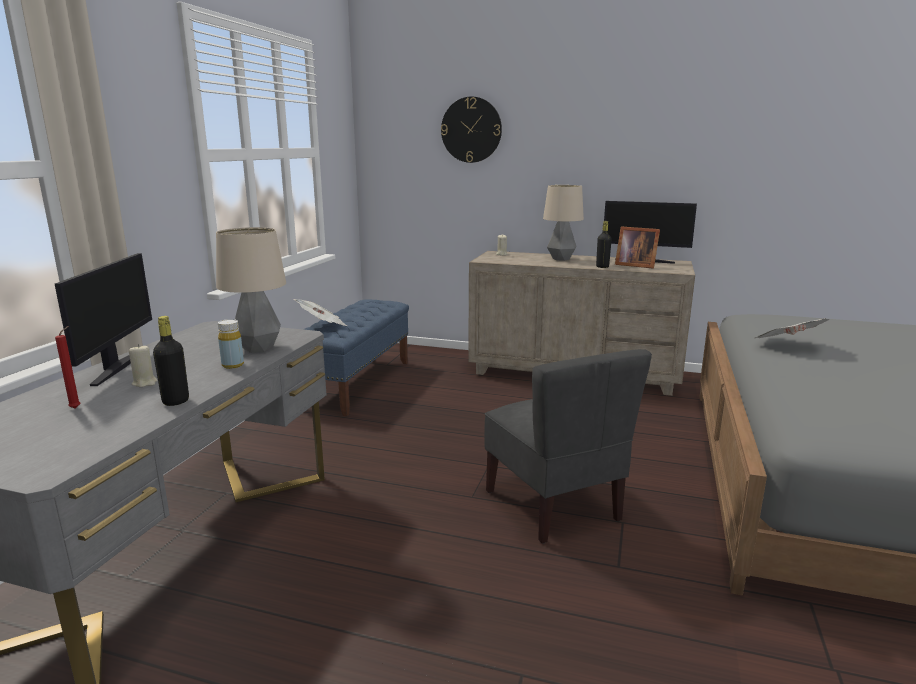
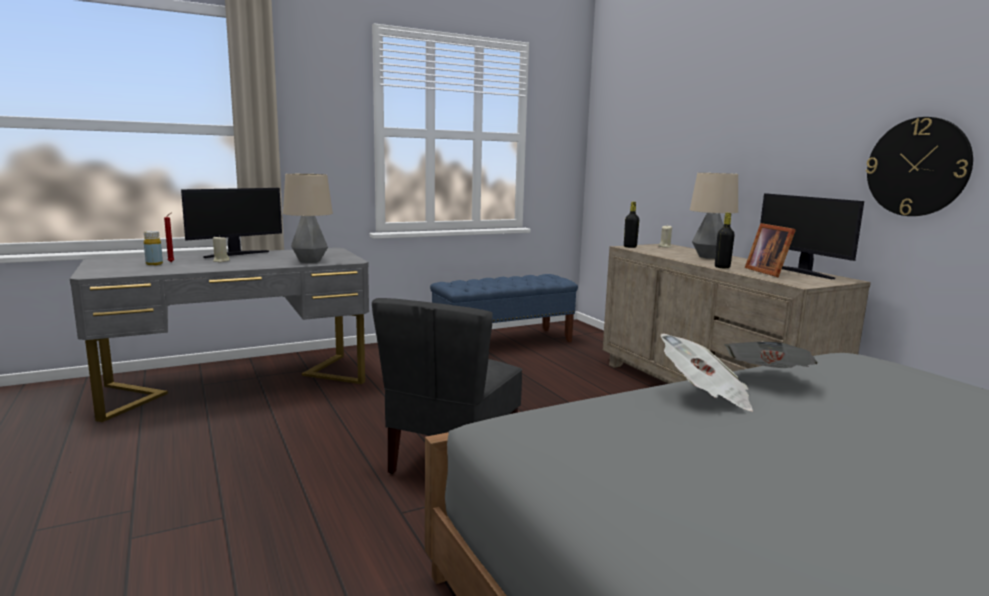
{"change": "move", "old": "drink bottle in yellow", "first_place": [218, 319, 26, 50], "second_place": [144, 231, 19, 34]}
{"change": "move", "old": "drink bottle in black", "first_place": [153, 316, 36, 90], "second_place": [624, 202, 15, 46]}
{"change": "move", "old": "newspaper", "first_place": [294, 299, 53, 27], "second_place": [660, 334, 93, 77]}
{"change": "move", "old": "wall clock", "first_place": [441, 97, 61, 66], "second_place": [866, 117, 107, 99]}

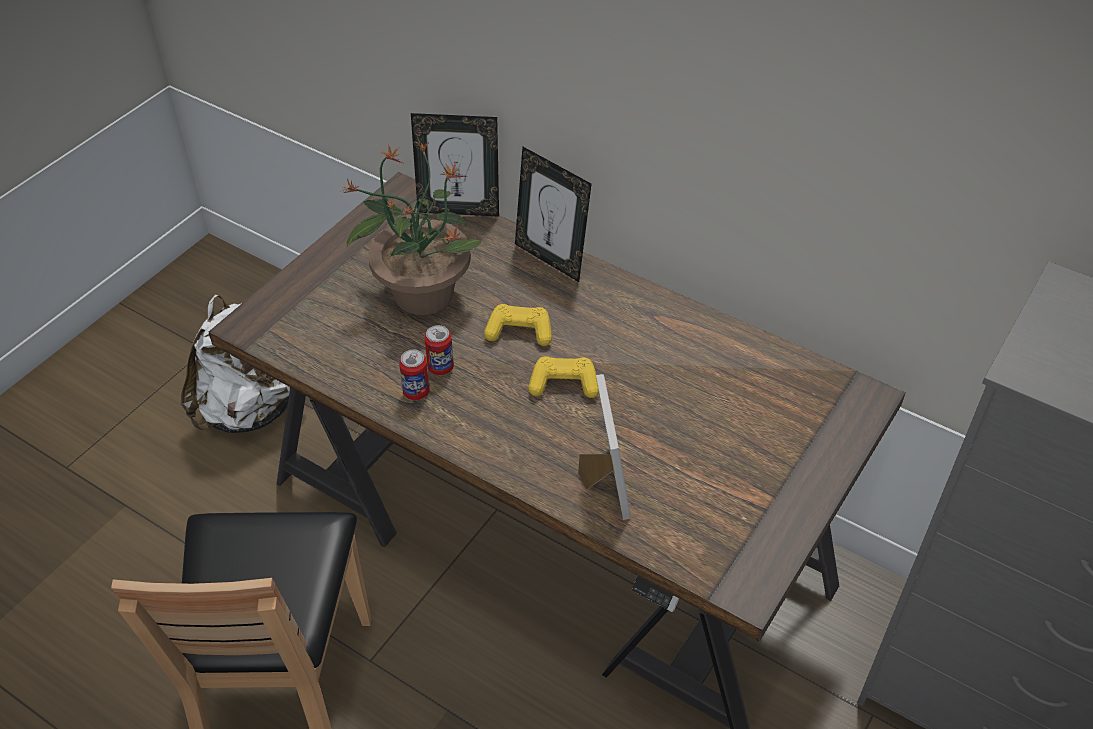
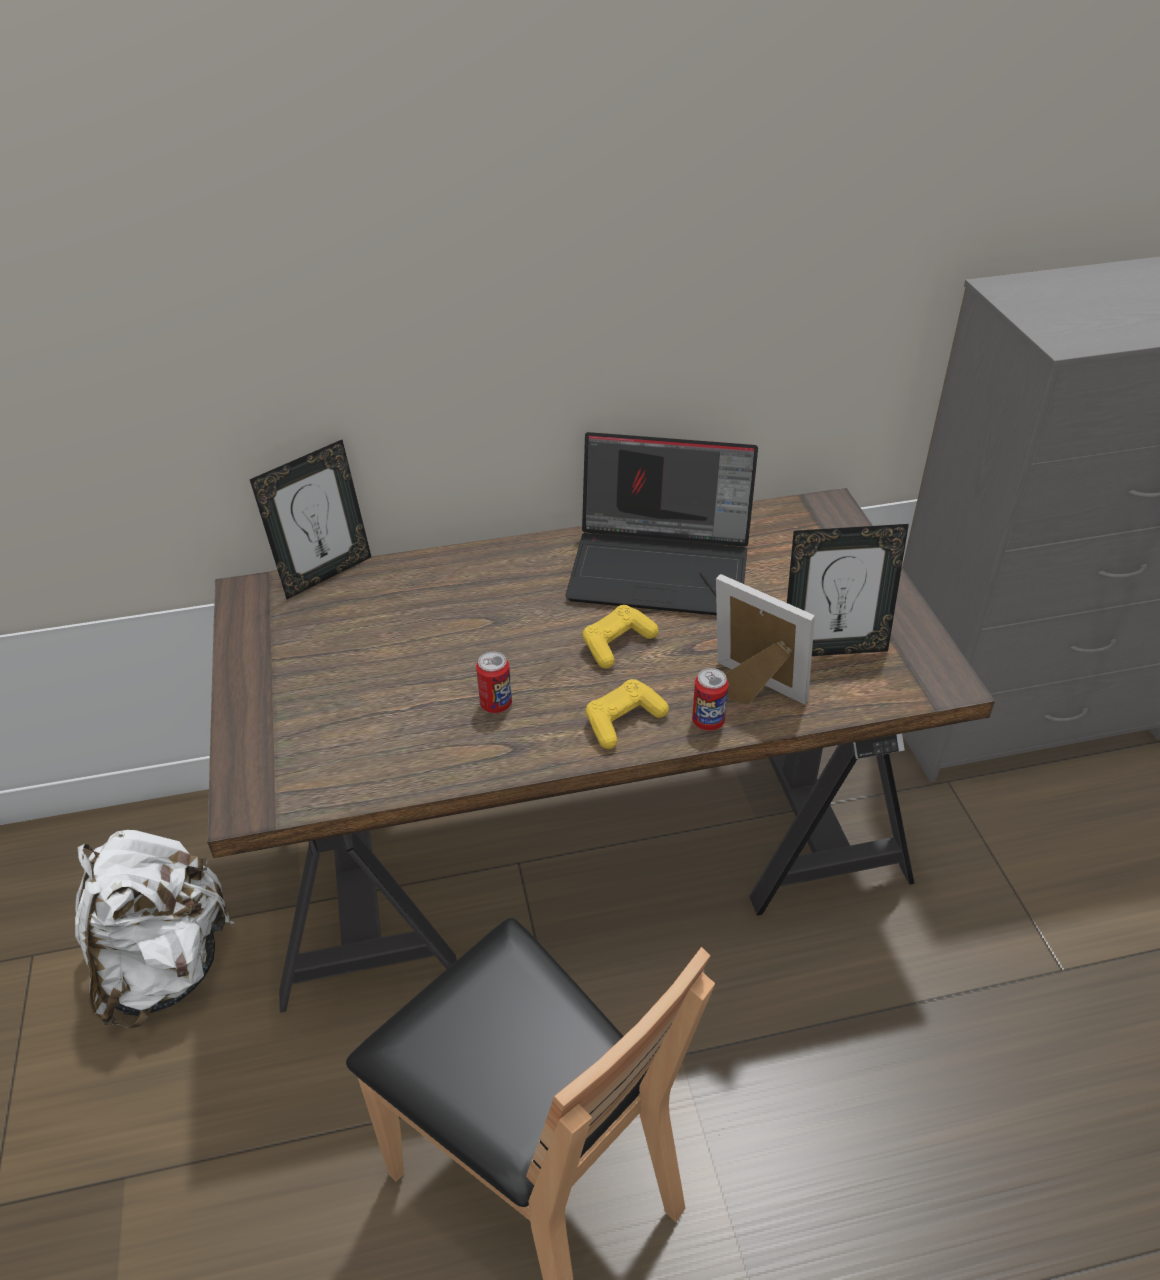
{"change": "insert", "new": "portable computer", "second_place": [566, 432, 192, 183]}
{"change": "move", "old": "gamepad in yellow", "first_place": [484, 304, 68, 42], "second_place": [586, 679, 83, 70]}
{"change": "move", "old": "metal can", "first_place": [399, 349, 31, 51], "second_place": [692, 668, 37, 63]}
{"change": "move", "old": "standing frame", "first_place": [515, 147, 77, 135], "second_place": [787, 524, 122, 132]}
{"change": "delete", "old": "potted plant", "first_place": [340, 141, 142, 174]}

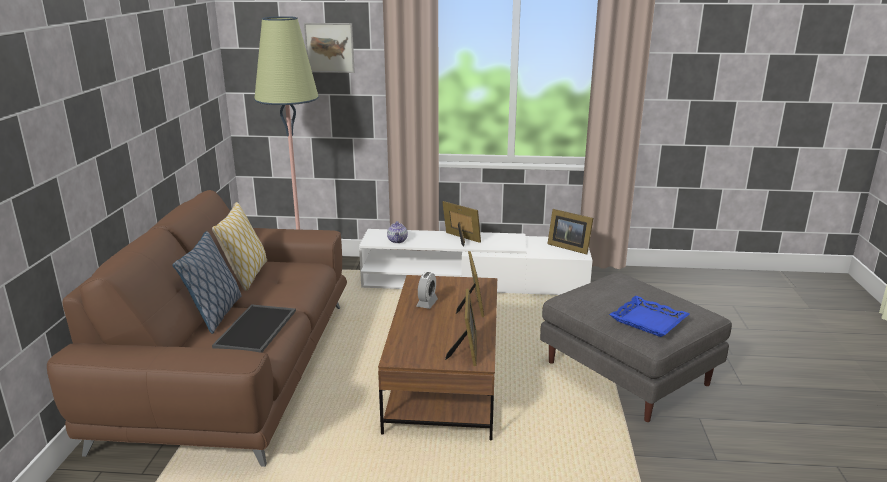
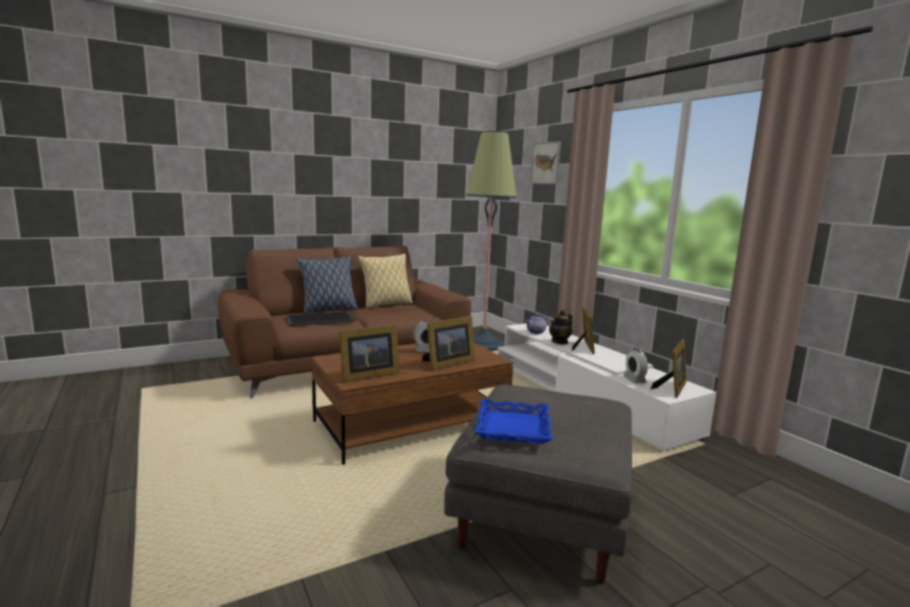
{"change": "insert", "new": "teapot", "second_place": [549, 310, 23, 34]}
{"change": "insert", "new": "table clock", "second_place": [623, 350, 25, 34]}
{"change": "rotate", "old": "standing frame", "first_place": [547, 209, 46, 45], "second_place": [651, 339, 36, 59], "degrees": -150}

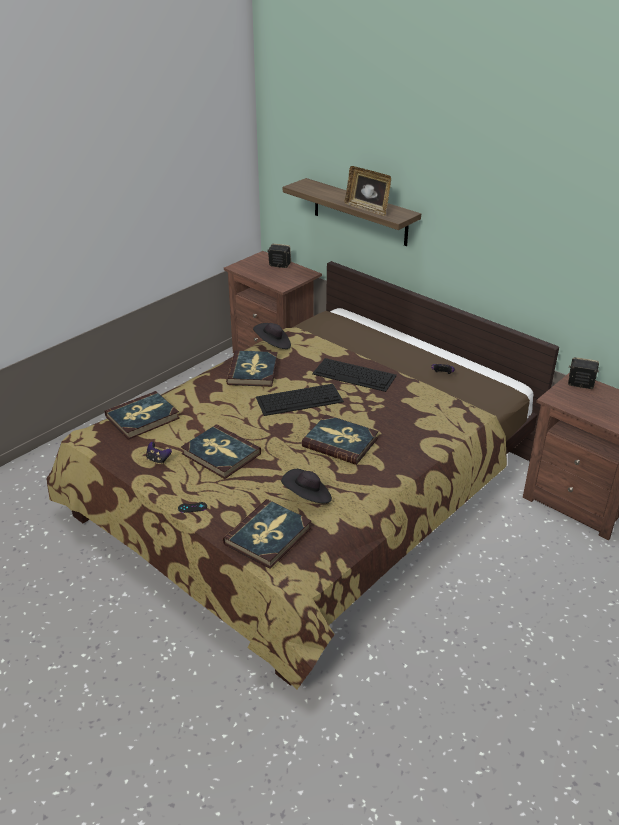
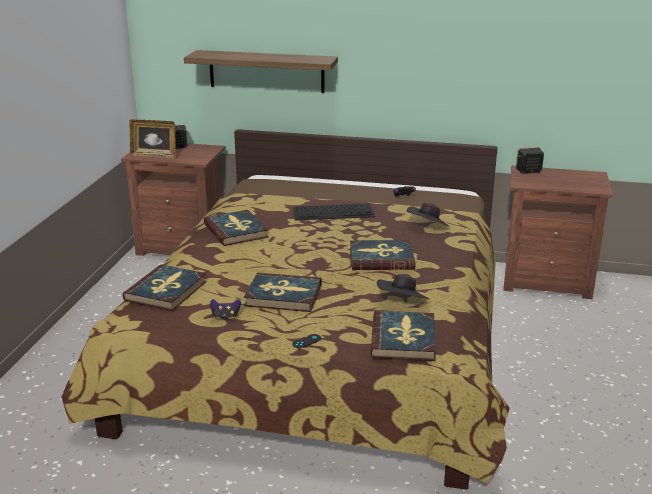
{"change": "move", "old": "standing frame", "first_place": [345, 166, 46, 50], "second_place": [129, 119, 47, 39]}
{"change": "move", "old": "wearable hat in black", "first_place": [253, 323, 38, 26], "second_place": [407, 203, 43, 24]}
{"change": "delete", "old": "computer keyboard", "first_place": [256, 384, 88, 32]}

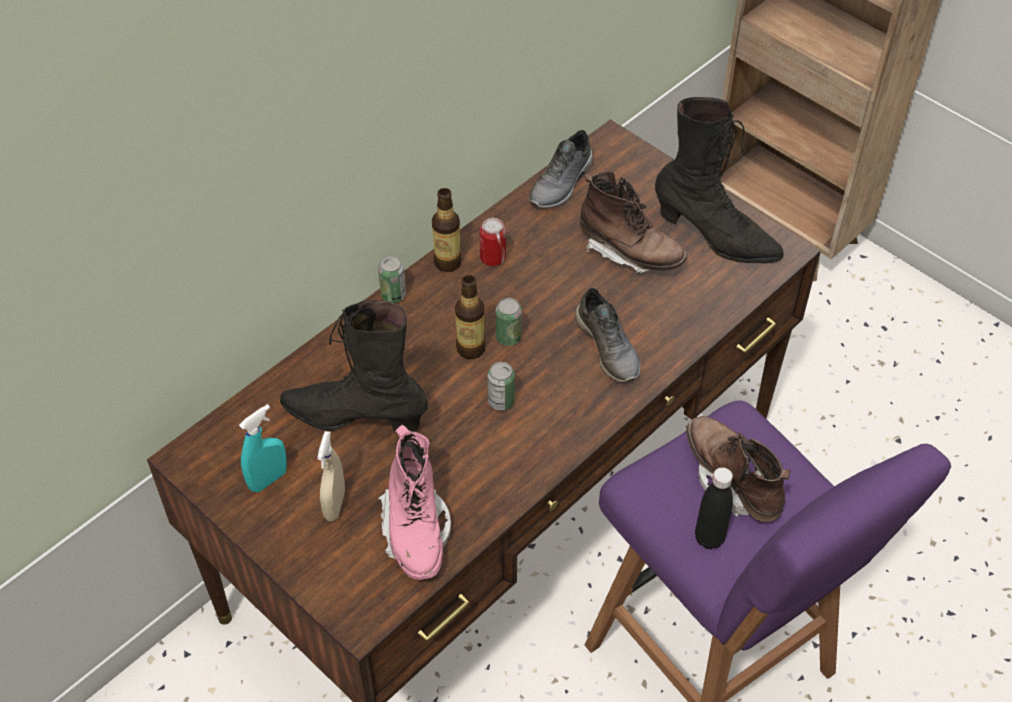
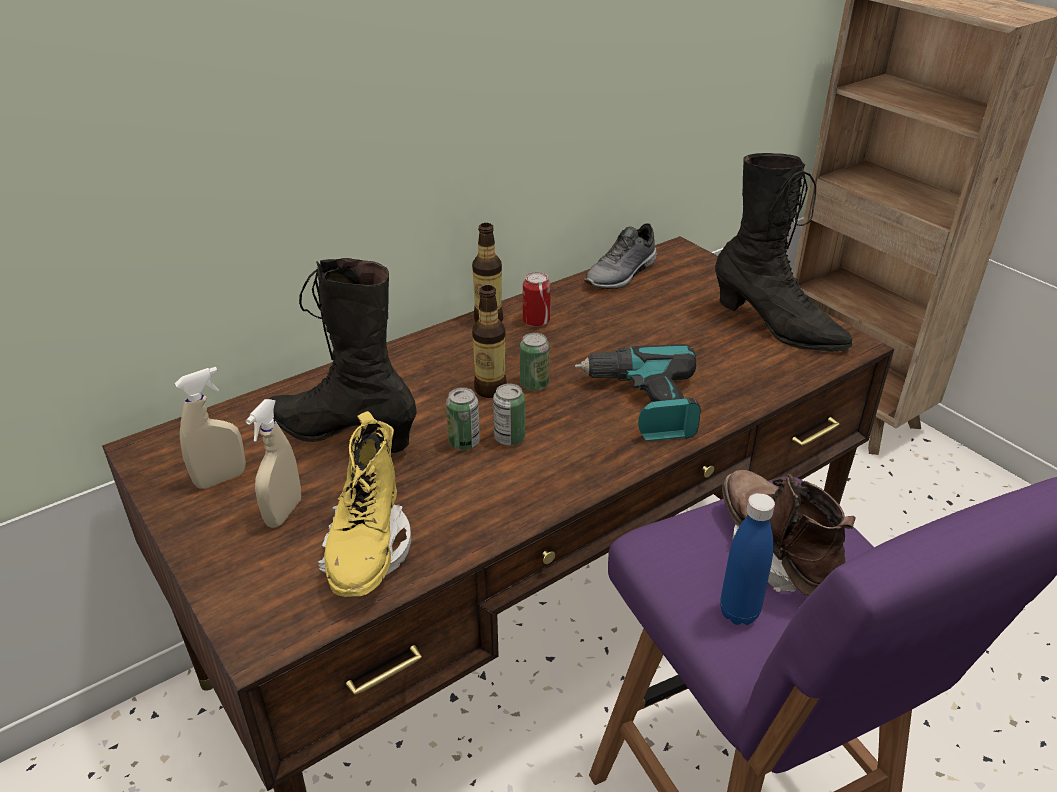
{"change": "recolor", "old": "sprayer in blue-green", "new": "sprayer in beige-coloured", "first_place": [239, 404, 48, 88], "second_place": [175, 367, 71, 122]}
{"change": "recolor", "old": "boot in pinkish", "new": "boot in yellow", "first_place": [378, 425, 73, 155], "second_place": [317, 411, 94, 186]}
{"change": "move", "old": "metal can", "first_place": [378, 256, 28, 47], "second_place": [446, 387, 34, 63]}
{"change": "replace", "old": "low shoe in grey", "new": "drill", "first_place": [575, 287, 65, 96], "second_place": [575, 344, 126, 97]}
{"change": "recolor", "old": "drink bottle in black", "new": "drink bottle in blue", "first_place": [695, 467, 38, 82], "second_place": [720, 493, 55, 132]}
{"change": "delete", "old": "boot in brown-coloured", "first_place": [580, 171, 107, 102]}

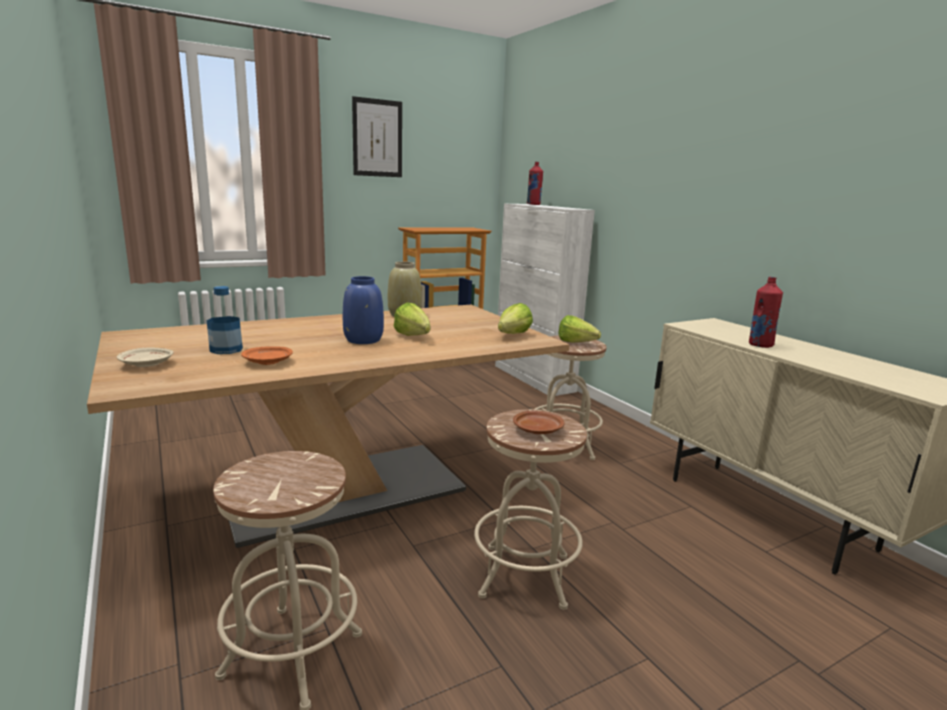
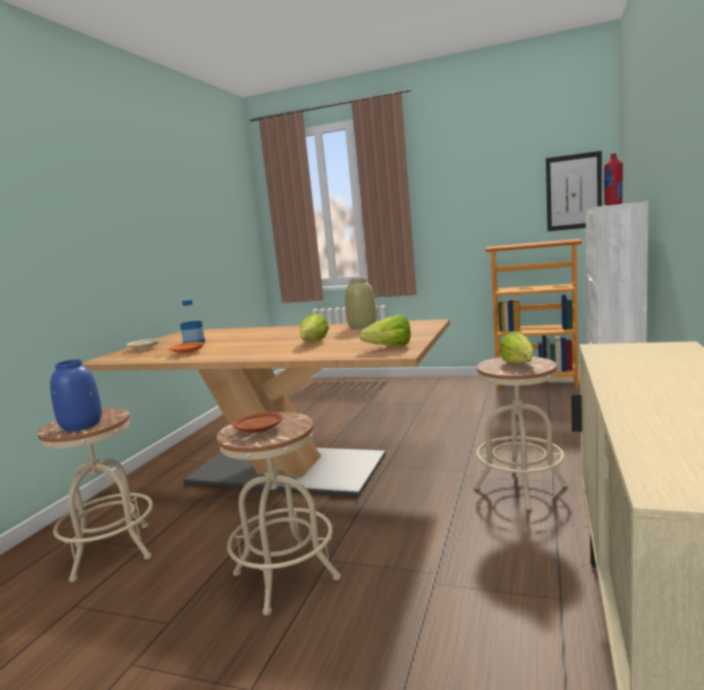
{"change": "move", "old": "decorative vase in blue", "first_place": [343, 276, 41, 68], "second_place": [50, 359, 52, 72]}
{"change": "move", "old": "wall art", "first_place": [352, 96, 50, 81], "second_place": [546, 151, 56, 80]}
{"change": "delete", "old": "drink bottle in reddish", "first_place": [749, 277, 34, 71]}

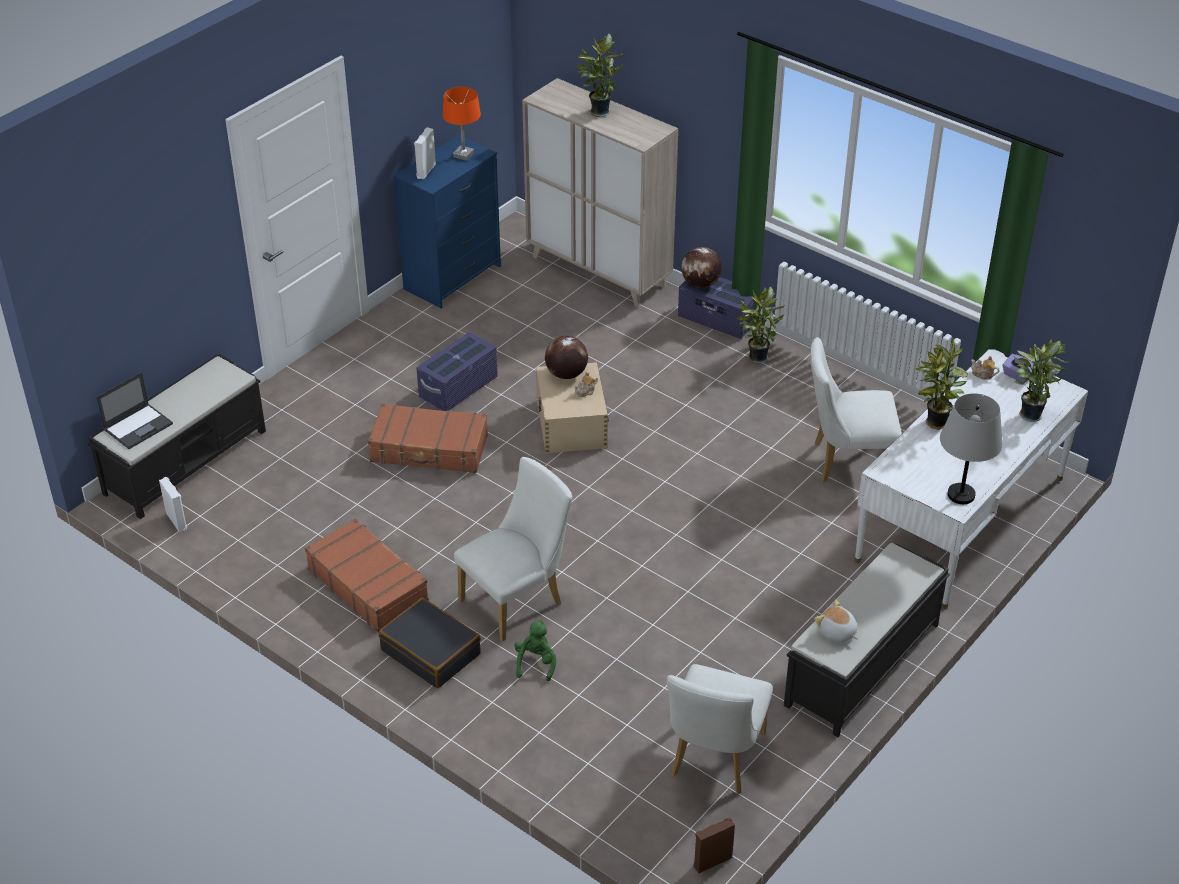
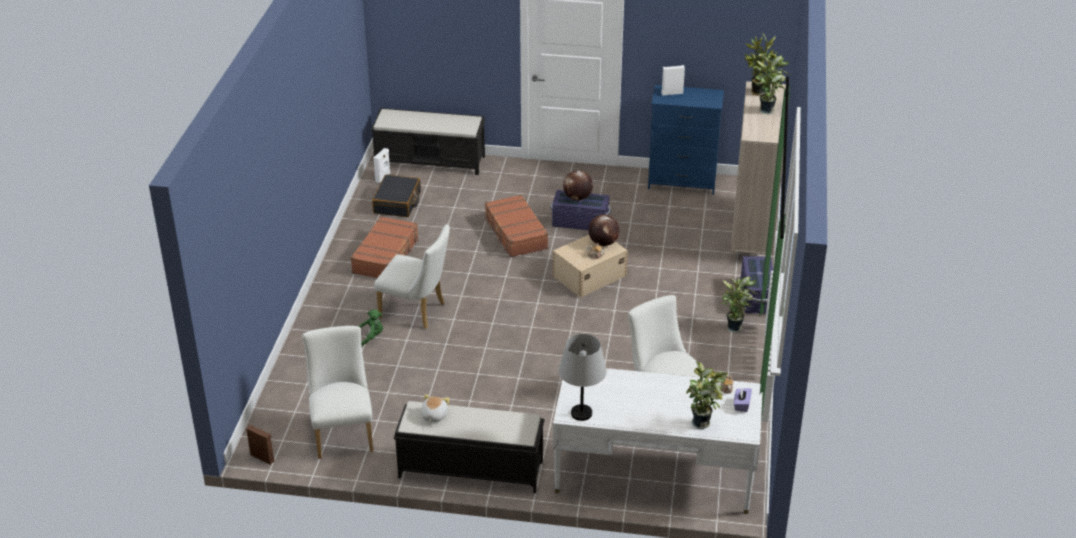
{"change": "rotate", "old": "upright chair in white-coloured", "first_place": [667, 664, 106, 130], "second_place": [302, 326, 71, 133], "degrees": 90}
{"change": "move", "old": "suitcase in black", "first_place": [379, 598, 102, 90], "second_place": [372, 175, 49, 42]}
{"change": "move", "old": "desk globe", "first_place": [681, 247, 41, 41], "second_place": [563, 171, 30, 30]}
{"change": "move", "old": "potted plant", "first_place": [915, 337, 53, 93], "second_place": [745, 34, 32, 62]}
{"change": "delete", "old": "portable computer", "first_place": [96, 372, 77, 77]}
{"change": "delete", "old": "table lamp in orangey", "first_place": [442, 87, 39, 74]}

